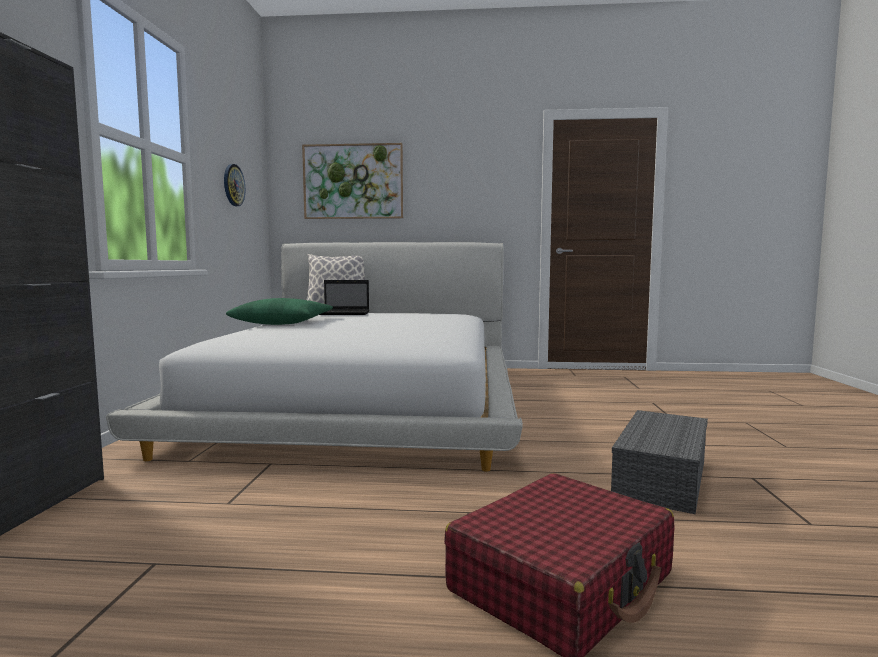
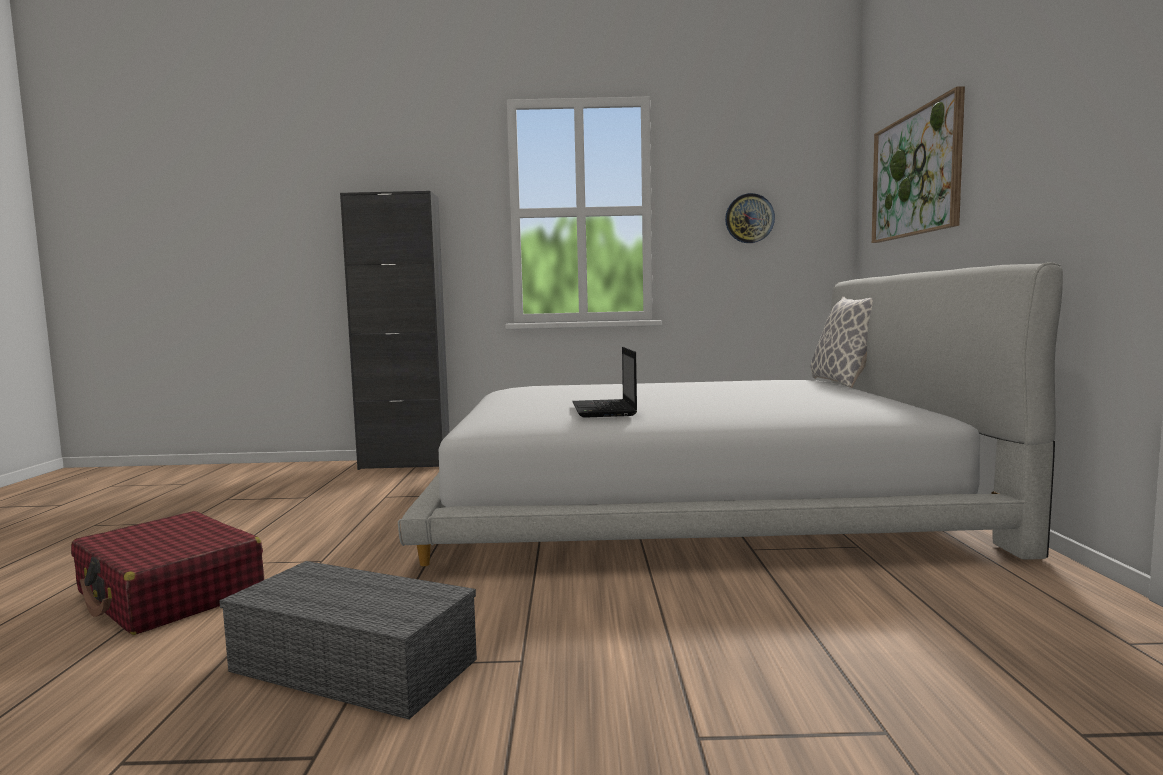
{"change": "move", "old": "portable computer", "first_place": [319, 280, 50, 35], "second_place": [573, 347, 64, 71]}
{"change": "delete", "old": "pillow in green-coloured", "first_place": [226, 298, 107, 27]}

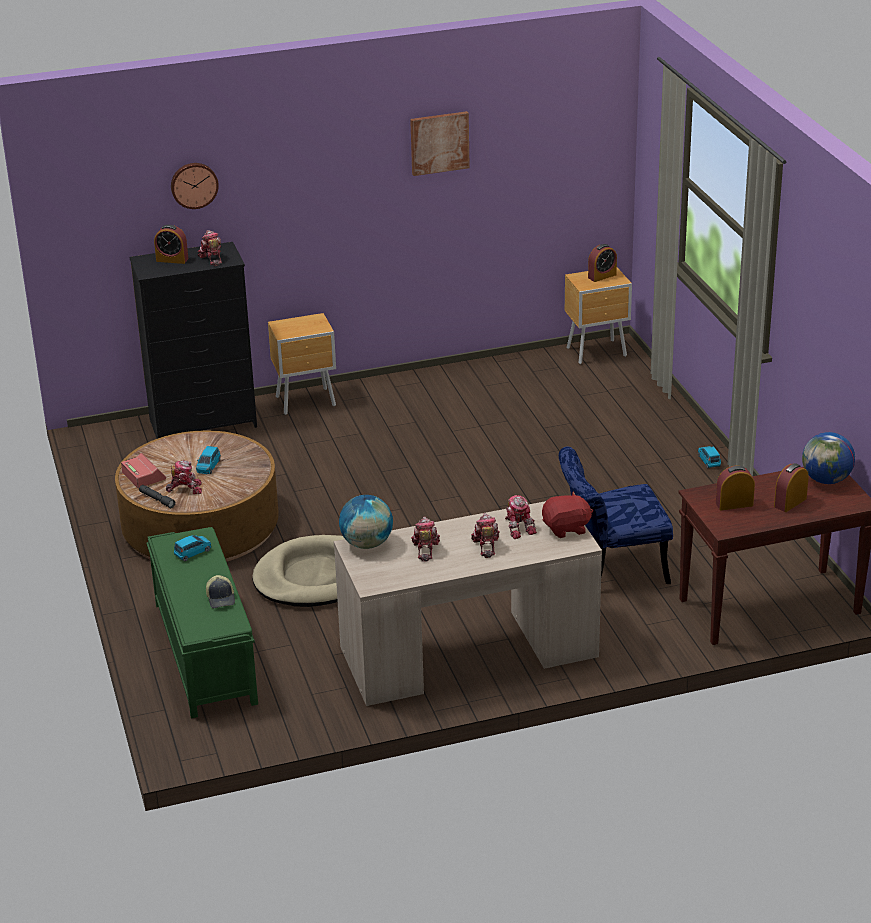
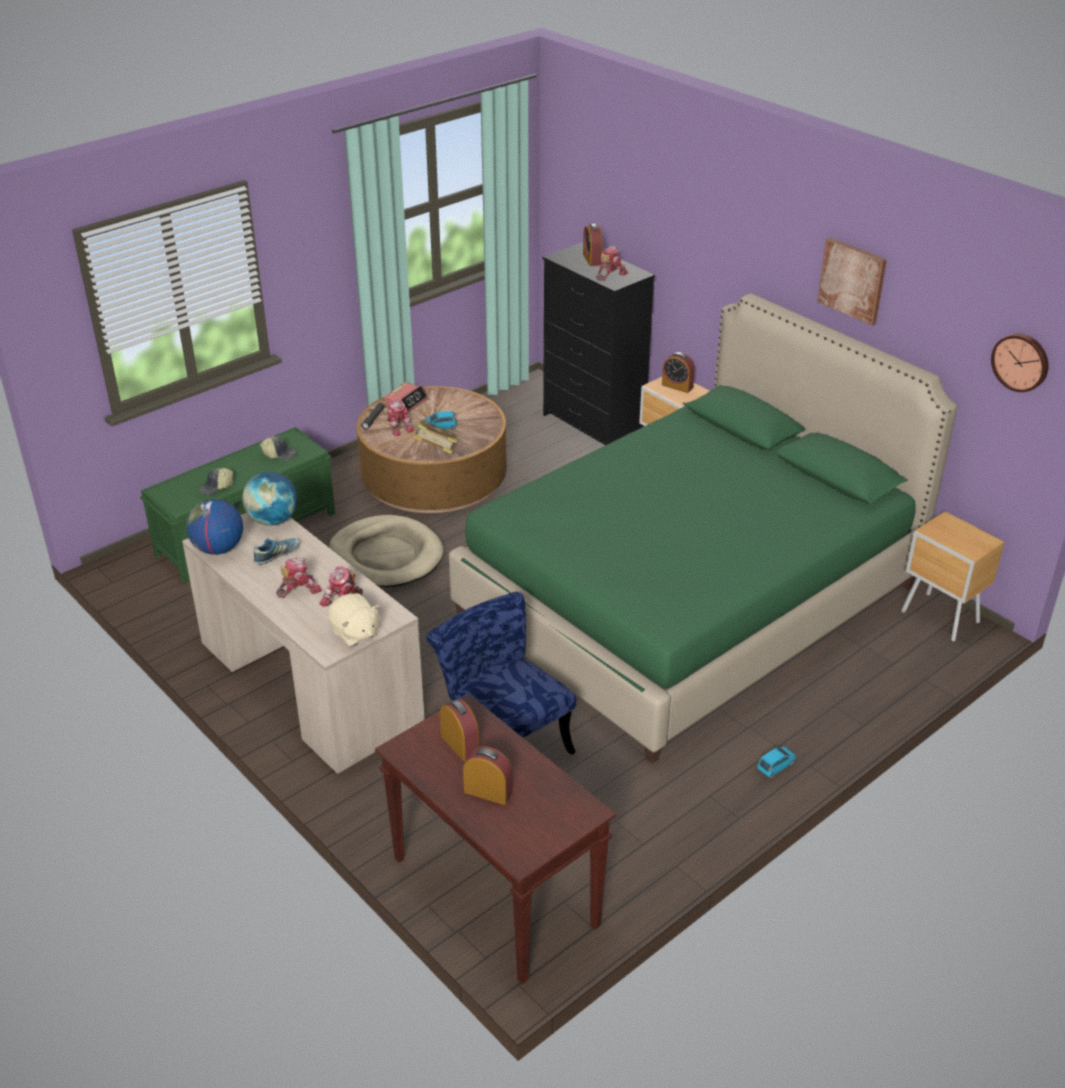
{"change": "move", "old": "desk globe", "first_place": [802, 432, 53, 52], "second_place": [186, 499, 57, 56]}
{"change": "replace", "old": "robot figure", "new": "low shoe", "first_place": [411, 516, 29, 46], "second_place": [254, 538, 45, 27]}
{"change": "replace", "old": "model car in blue", "new": "peaked cap", "first_place": [174, 535, 37, 26], "second_place": [260, 437, 38, 24]}
{"change": "recolor", "old": "plush toy in reddish", "new": "plush toy in beige-coloured", "first_place": [542, 491, 51, 47], "second_place": [327, 593, 54, 54]}
{"change": "insert", "new": "book", "second_place": [413, 420, 44, 34]}
{"change": "insert", "new": "bed in green-coloured", "second_place": [449, 294, 508, 470]}
{"change": "move", "old": "table clock", "first_place": [588, 244, 29, 38], "second_place": [662, 352, 33, 41]}
{"change": "move", "old": "wall clock", "first_place": [171, 163, 48, 46], "second_place": [991, 333, 58, 59]}

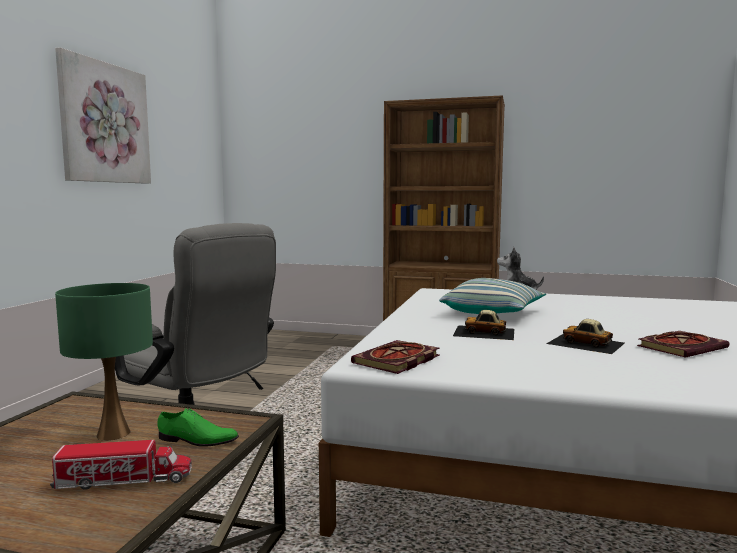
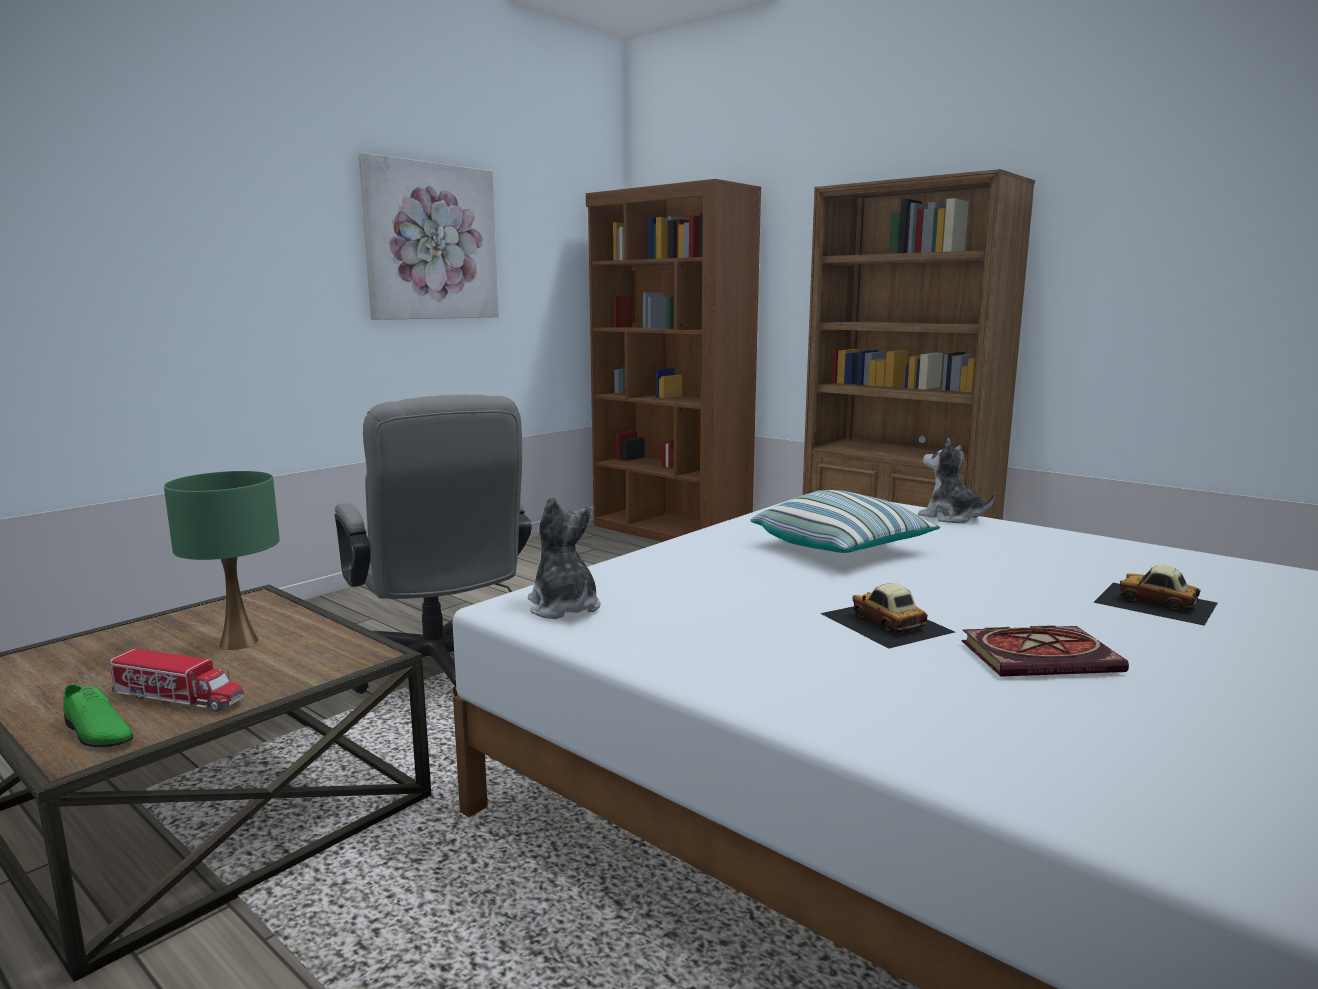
{"change": "move", "old": "low shoe in green-coloured", "first_place": [157, 408, 82, 39], "second_place": [63, 684, 71, 63]}
{"change": "replace", "old": "book", "new": "plush toy", "first_place": [351, 340, 89, 34], "second_place": [528, 496, 73, 123]}
{"change": "insert", "new": "shelving unit in brown-coloured", "second_place": [586, 179, 175, 363]}
{"change": "move", "old": "model car", "first_place": [453, 310, 61, 30], "second_place": [1093, 565, 125, 61]}

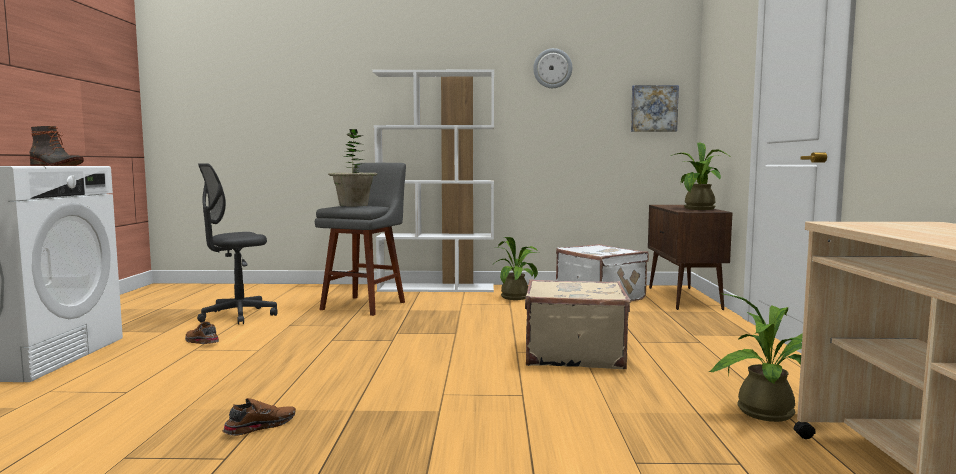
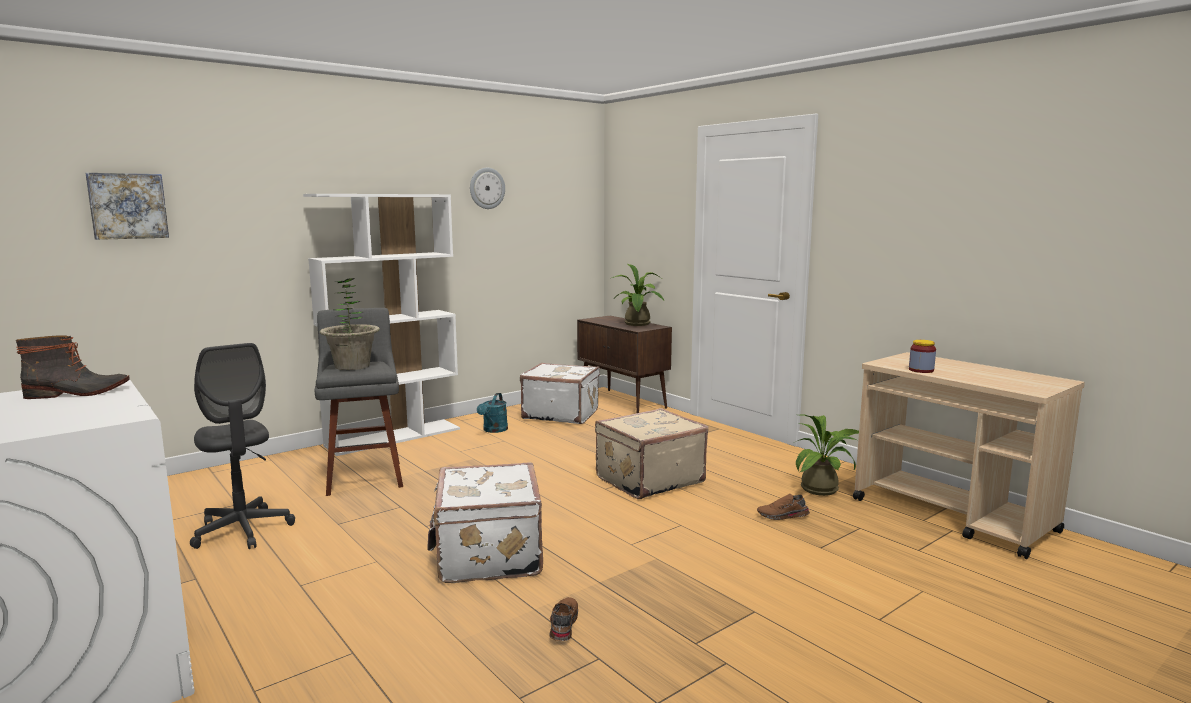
{"change": "move", "old": "wall art", "first_place": [631, 85, 48, 47], "second_place": [85, 173, 84, 67]}
{"change": "rotate", "old": "desk chair in grey", "first_place": [197, 163, 81, 162], "second_place": [190, 343, 105, 206], "degrees": -45}
{"change": "insert", "new": "suitcase in white-coloured", "second_place": [428, 463, 115, 120]}
{"change": "replace", "old": "potted plant", "new": "watering pot in blue-green", "first_place": [492, 237, 46, 63], "second_place": [477, 393, 31, 40]}
{"change": "move", "old": "low shoe in brown-coloured", "first_place": [185, 321, 34, 23], "second_place": [757, 494, 53, 26]}
{"change": "insert", "new": "storage jar", "second_place": [909, 340, 27, 33]}

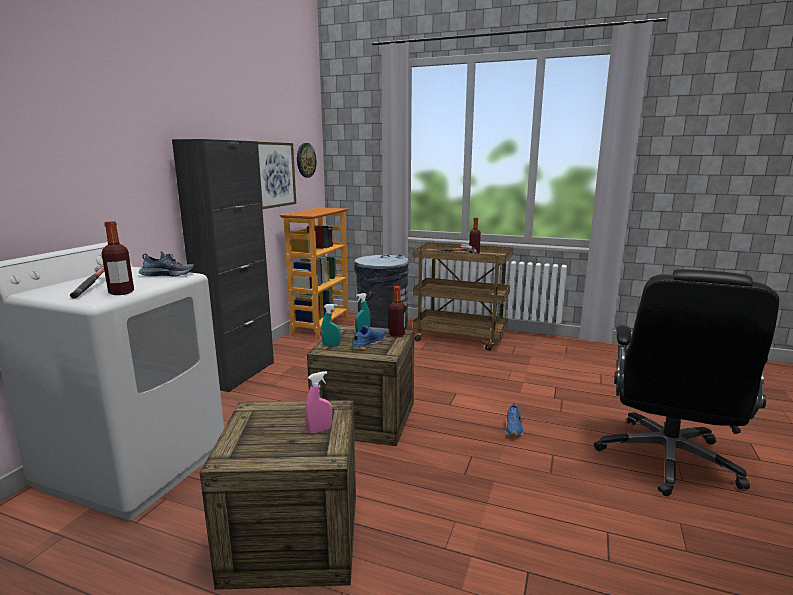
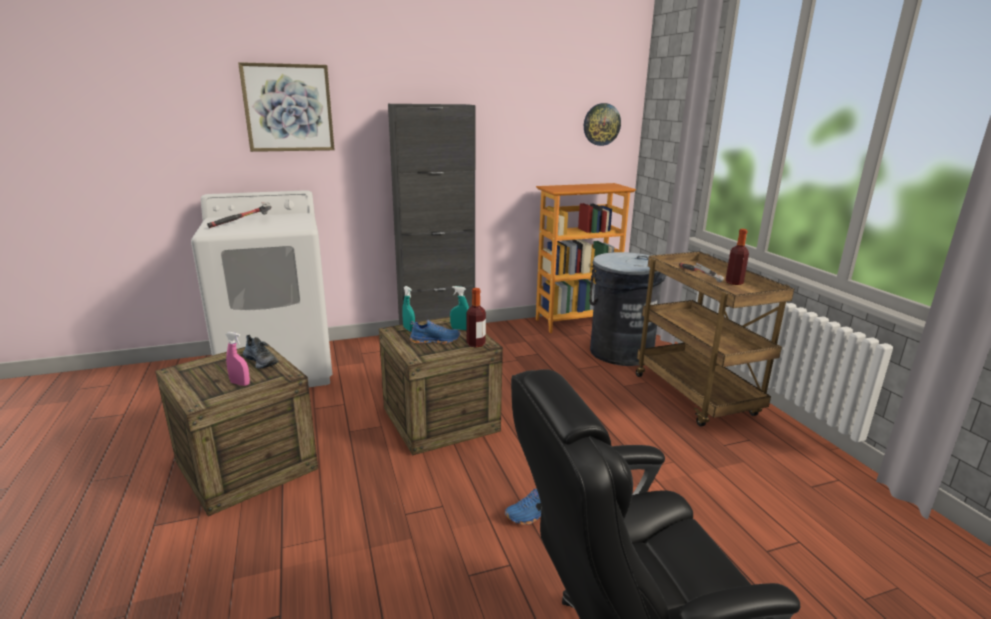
{"change": "move", "old": "wall art", "first_place": [258, 142, 38, 67], "second_place": [238, 62, 97, 90]}
{"change": "move", "old": "low shoe", "first_place": [139, 251, 56, 26], "second_place": [243, 335, 35, 33]}
{"change": "delete", "old": "drink bottle", "first_place": [102, 221, 32, 74]}

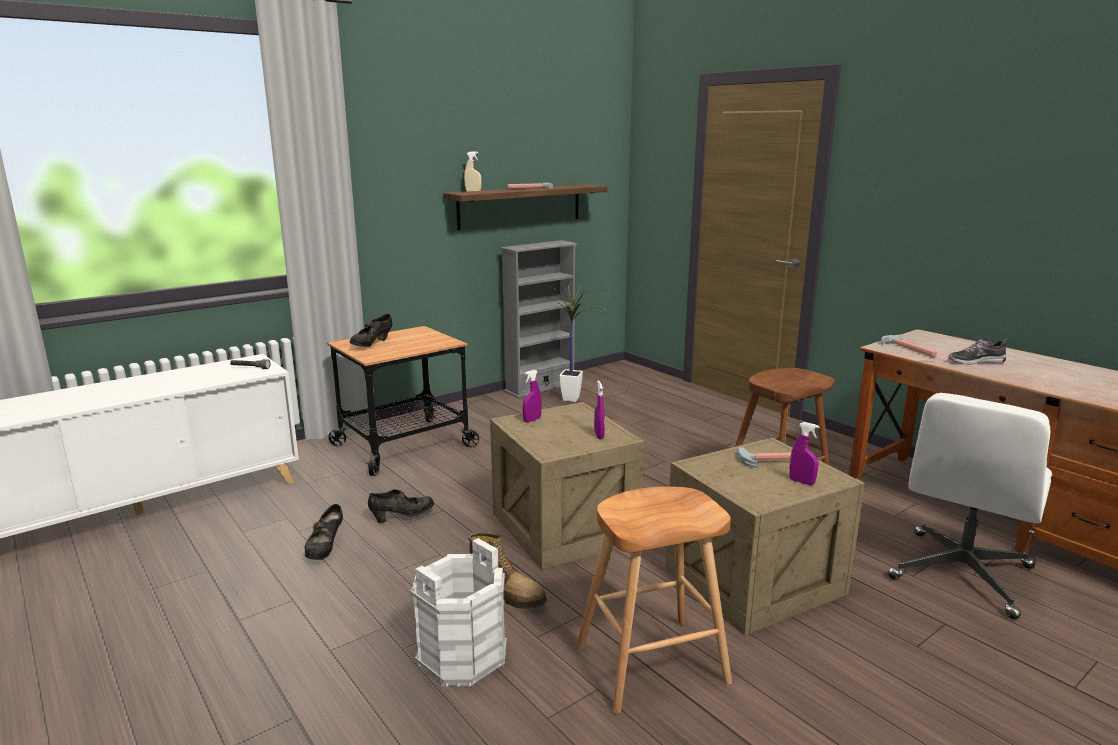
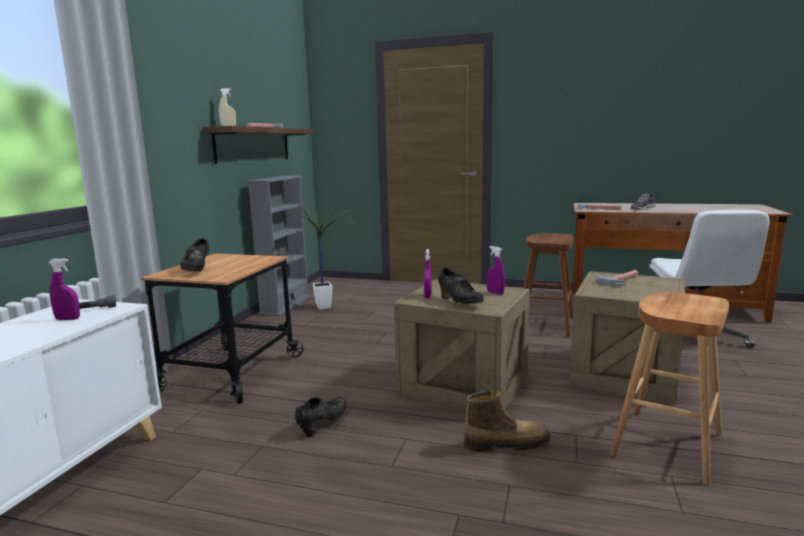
{"change": "move", "old": "sprayer in purple", "first_place": [789, 422, 30, 63], "second_place": [49, 258, 31, 62]}
{"change": "move", "old": "low shoe in black", "first_place": [305, 504, 38, 56], "second_place": [438, 268, 46, 36]}
{"change": "delete", "old": "pail in white-coloured", "first_place": [410, 538, 97, 149]}

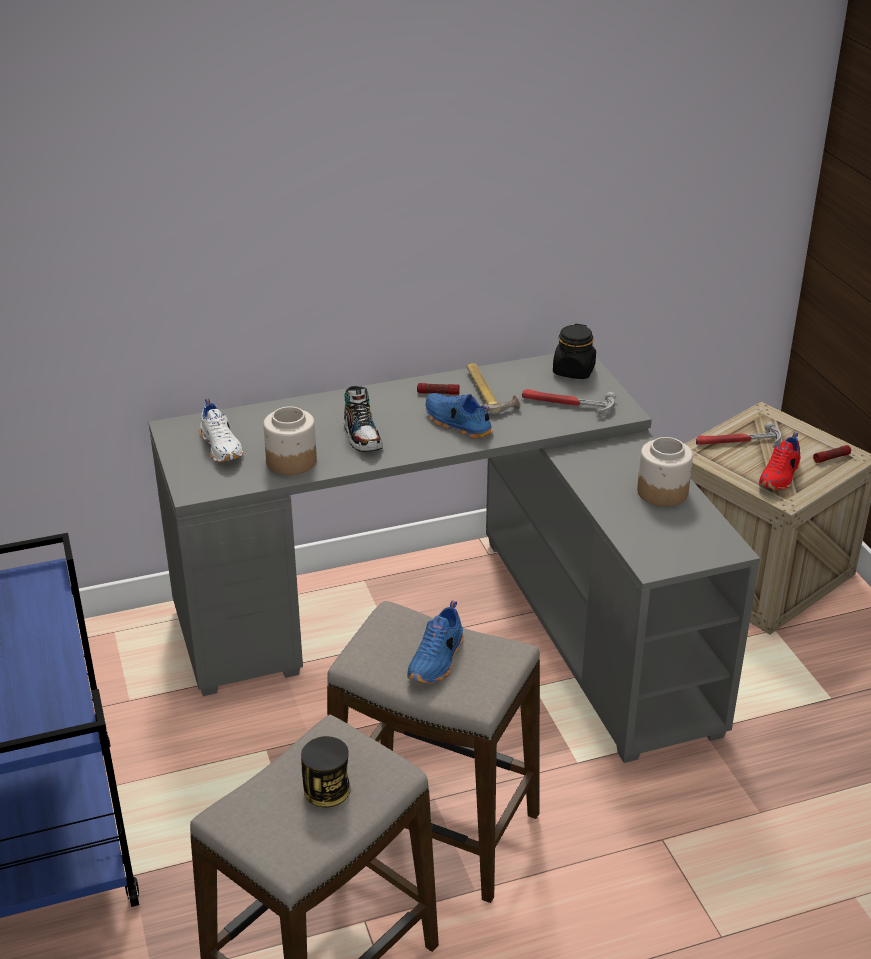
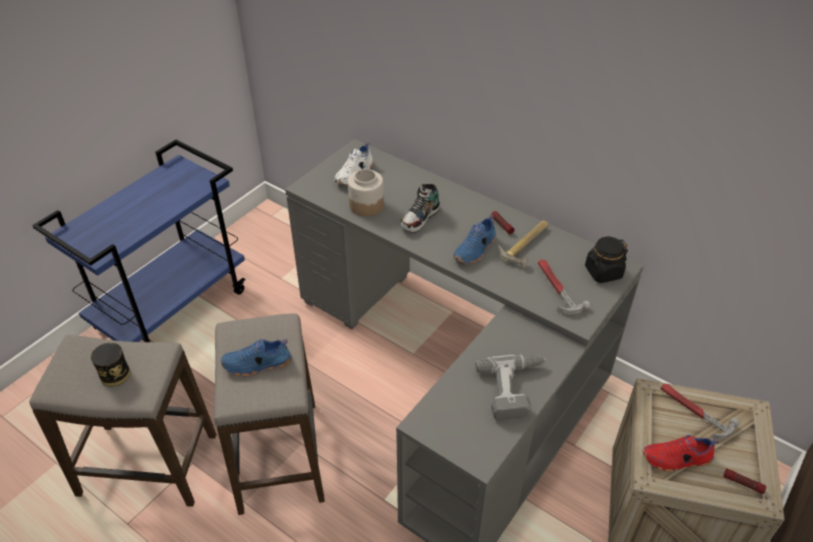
{"change": "rotate", "old": "low shoe in blue", "first_place": [425, 393, 68, 46], "second_place": [453, 214, 43, 50], "degrees": -150}
{"change": "replace", "old": "storage jar", "new": "drill", "first_place": [637, 437, 56, 69], "second_place": [475, 355, 71, 66]}

